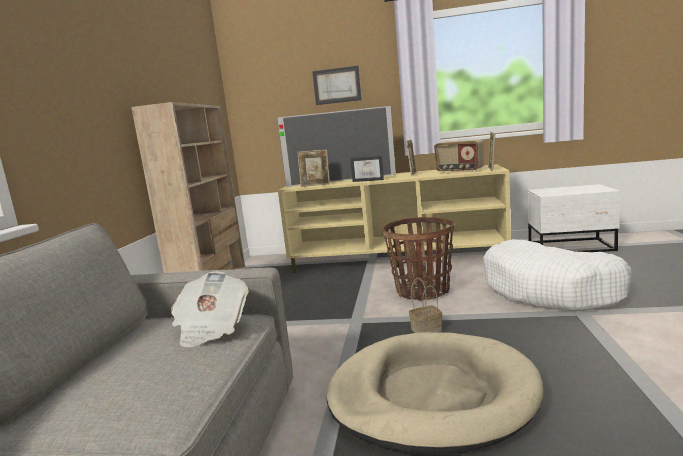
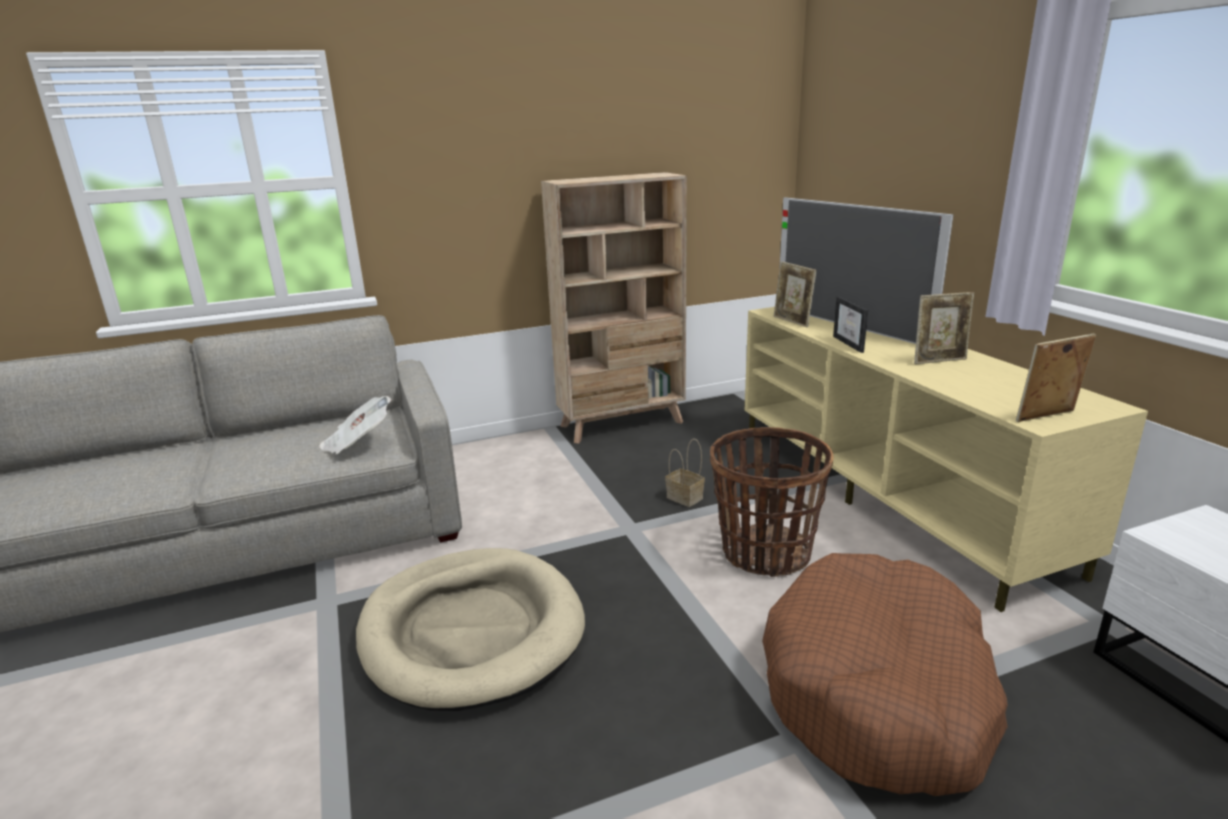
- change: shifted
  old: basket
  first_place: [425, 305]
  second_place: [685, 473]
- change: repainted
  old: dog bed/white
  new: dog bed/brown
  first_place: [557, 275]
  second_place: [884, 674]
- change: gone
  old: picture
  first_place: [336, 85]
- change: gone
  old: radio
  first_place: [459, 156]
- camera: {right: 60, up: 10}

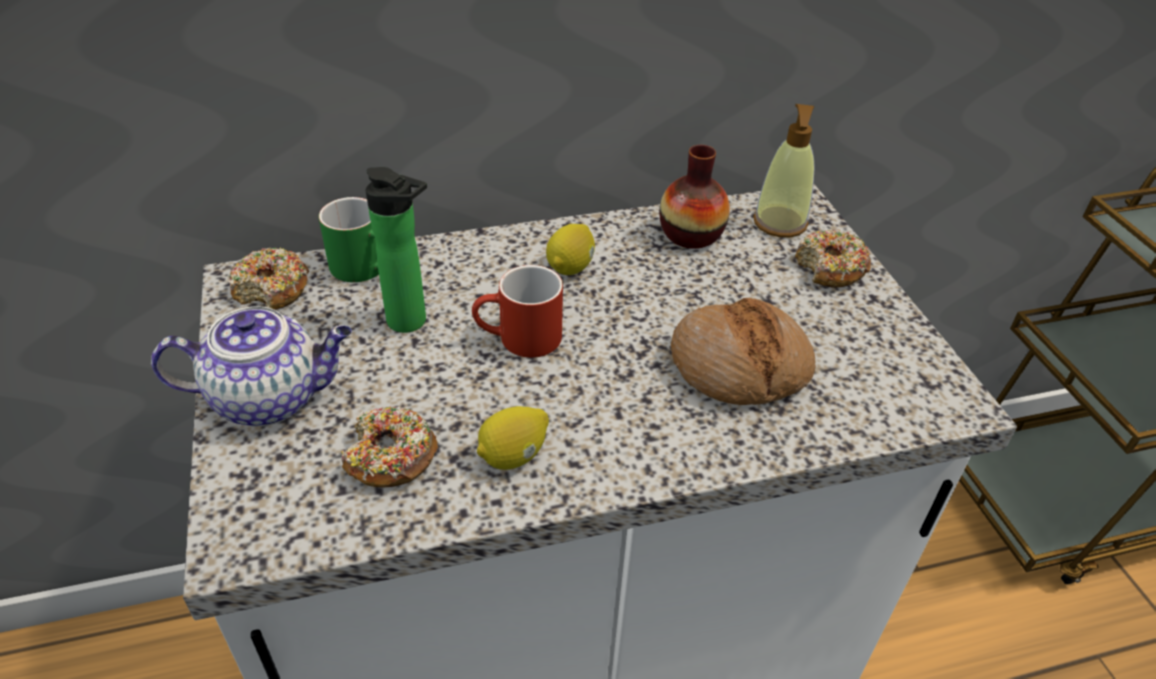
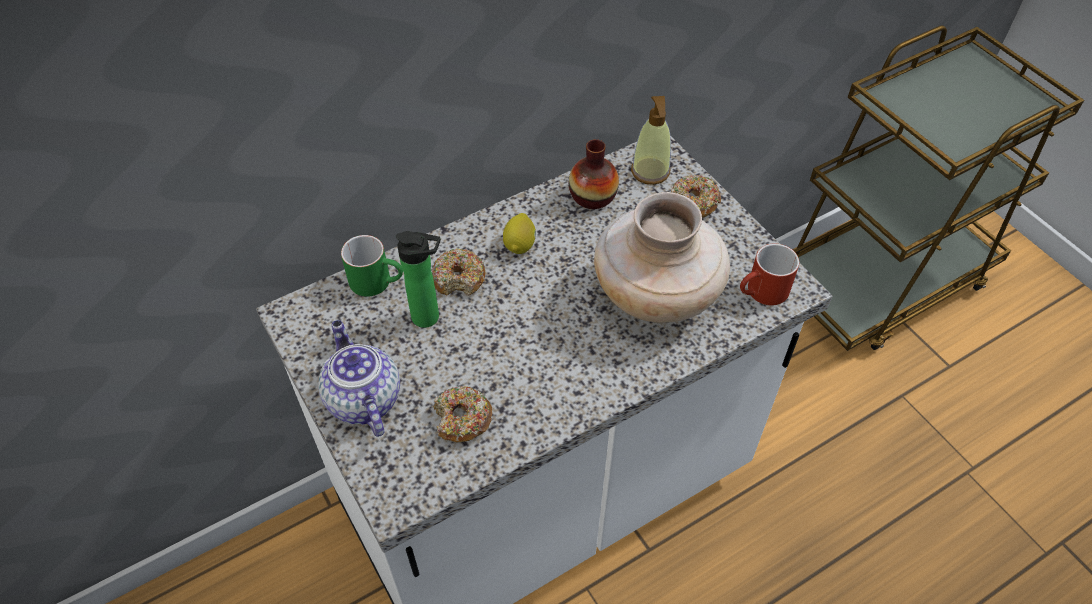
- change: rotated
  old: teapot
  first_place: [251, 366]
  second_place: [359, 378]
  degrees: -90
- change: shifted
  old: donut
  first_place: [269, 278]
  second_place: [459, 272]
- change: swapped
  old: bread
  new: vase/beige
  first_place: [743, 351]
  second_place: [662, 257]
- change: shifted
  old: mug/red
  first_place: [517, 311]
  second_place: [769, 275]
- change: gone
  old: lemon
  first_place: [513, 438]
- camera: {right: -15, up: 10}

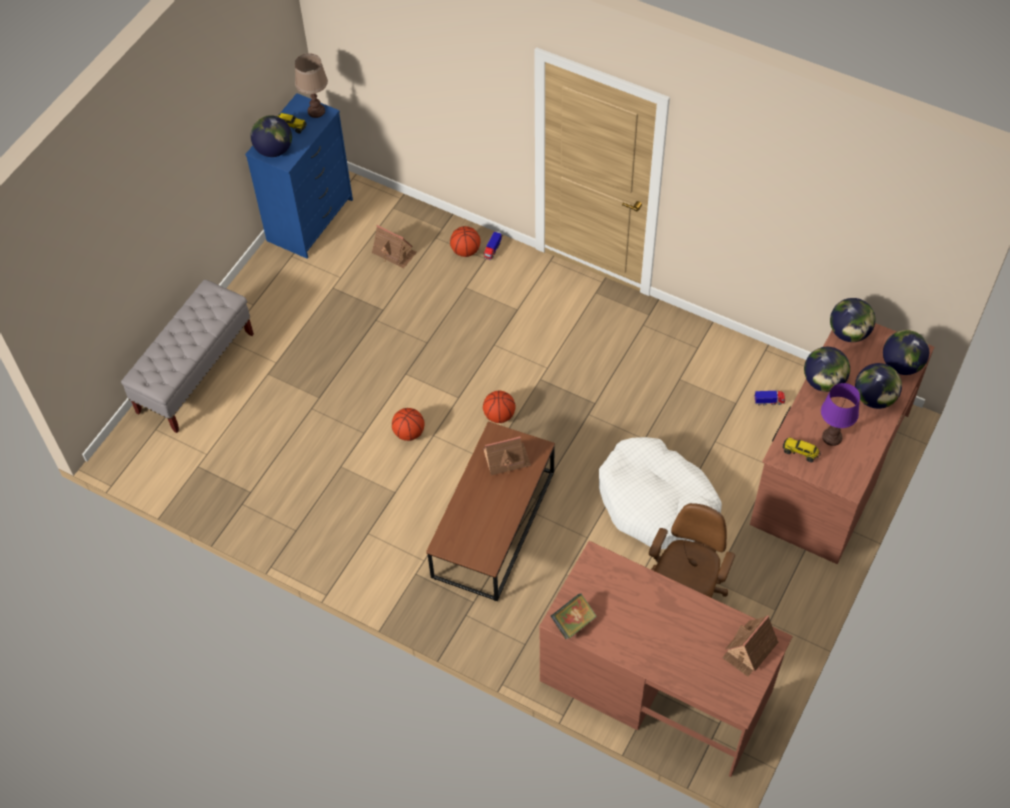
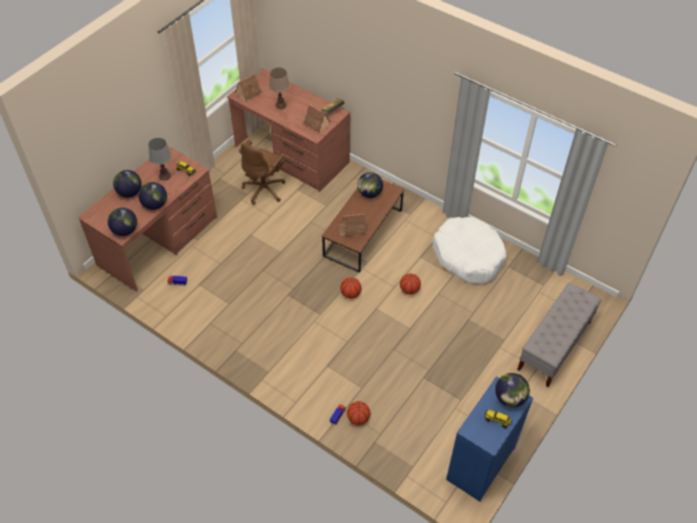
- change: repainted
  old: table lamp/purple
  new: table lamp/grey
  first_place: [840, 414]
  second_place: [159, 159]
- change: shifted
  old: table lamp/brown
  first_place: [311, 85]
  second_place: [279, 88]
- change: shifted
  old: toy house
  first_place: [394, 246]
  second_place: [316, 118]
- change: shifted
  old: globe
  first_place: [906, 352]
  second_place: [370, 185]
- change: shifted
  old: dog bed/white
  first_place: [660, 493]
  second_place: [470, 250]
- camera: {right: -175, up: -5}

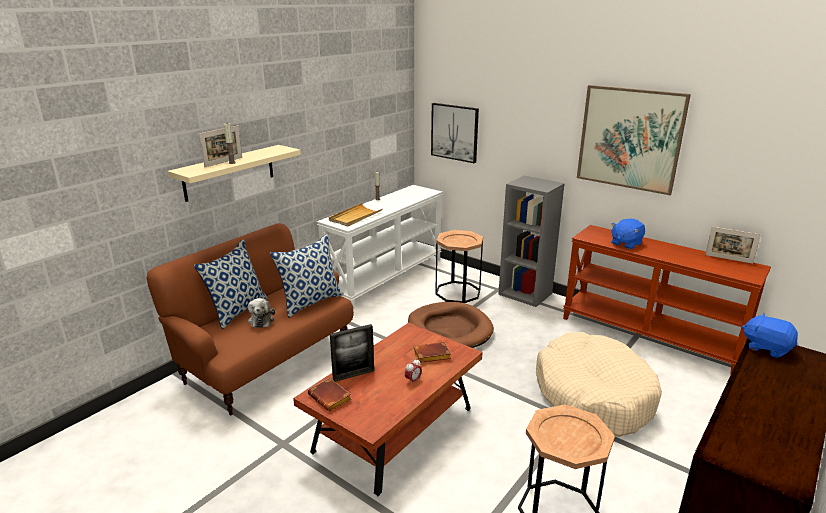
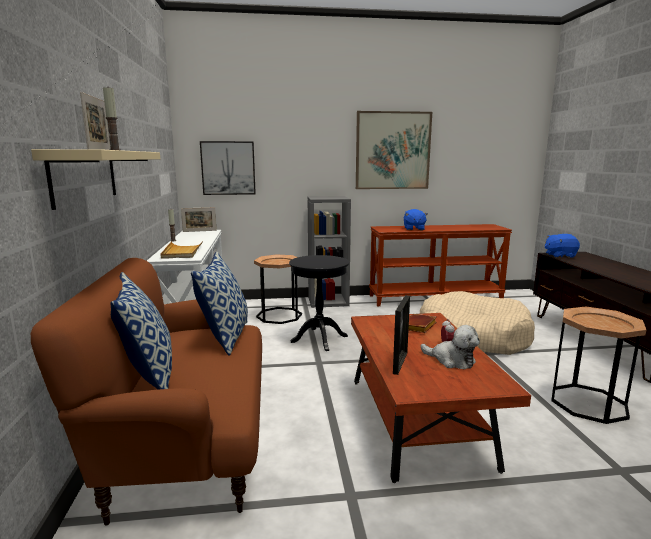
- change: shifted
  old: picture frame
  first_place: [733, 245]
  second_place: [199, 219]
- change: swapped
  old: dog bed/brown
  new: side table/black
  first_place: [451, 325]
  second_place: [319, 303]
- change: shifted
  old: plush toy
  first_place: [261, 313]
  second_place: [450, 347]
- change: gone
  old: book/brown
  first_place: [329, 395]
- camera: {right: -45, up: -10}

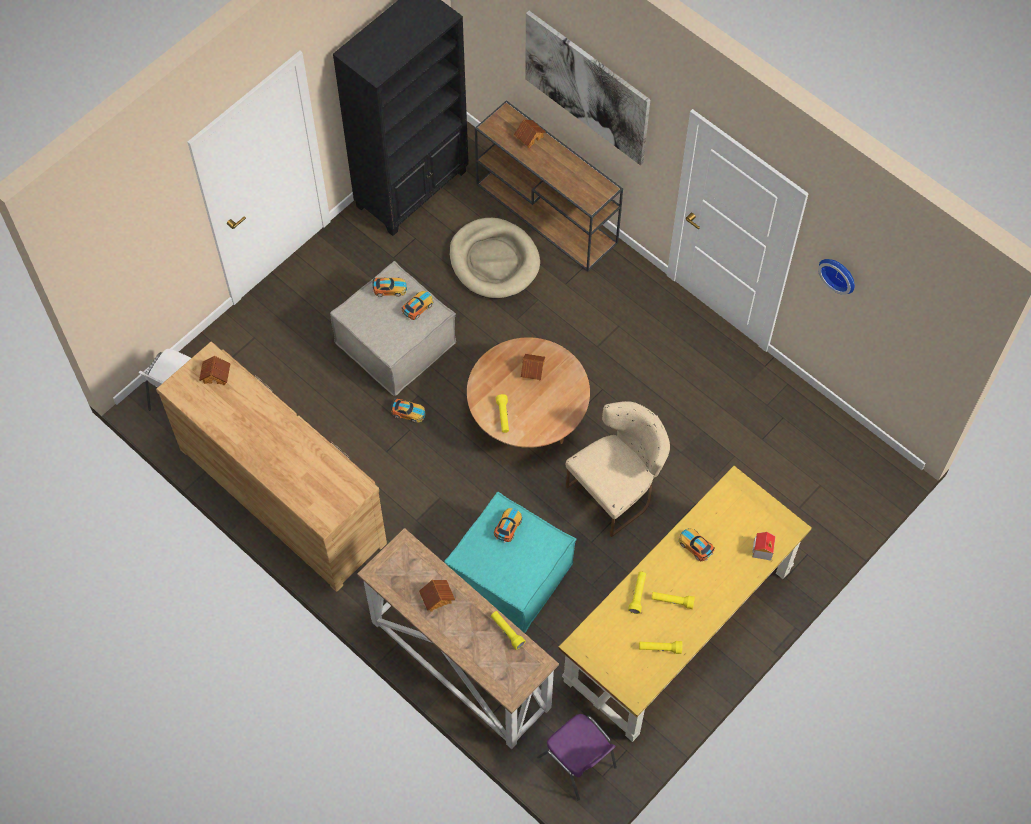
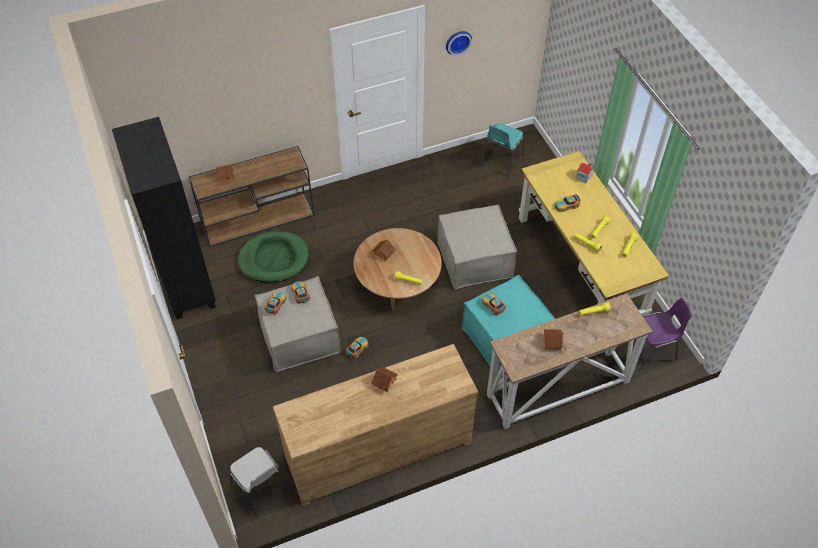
- change: repainted
  old: dog bed/beige
  new: dog bed/green
  first_place: [494, 258]
  second_place: [273, 257]
- change: shifted
  old: toy house
  first_place: [214, 370]
  second_place: [384, 379]
- change: swapped
  old: chair/beige
  new: ottoman/beige
  first_place: [618, 469]
  second_place: [477, 247]
- change: new
  new: chair/turquoise
  second_place: [502, 150]
- change: gone
  old: picture
  first_place: [587, 88]
- camera: {right: -65, up: -10}

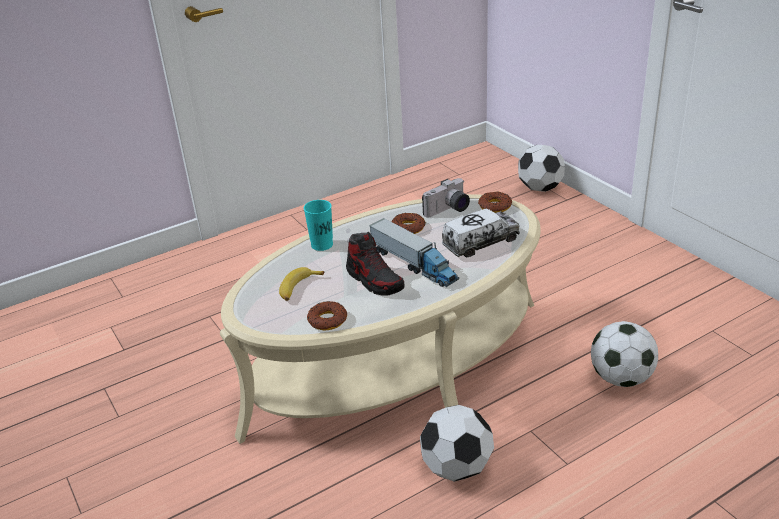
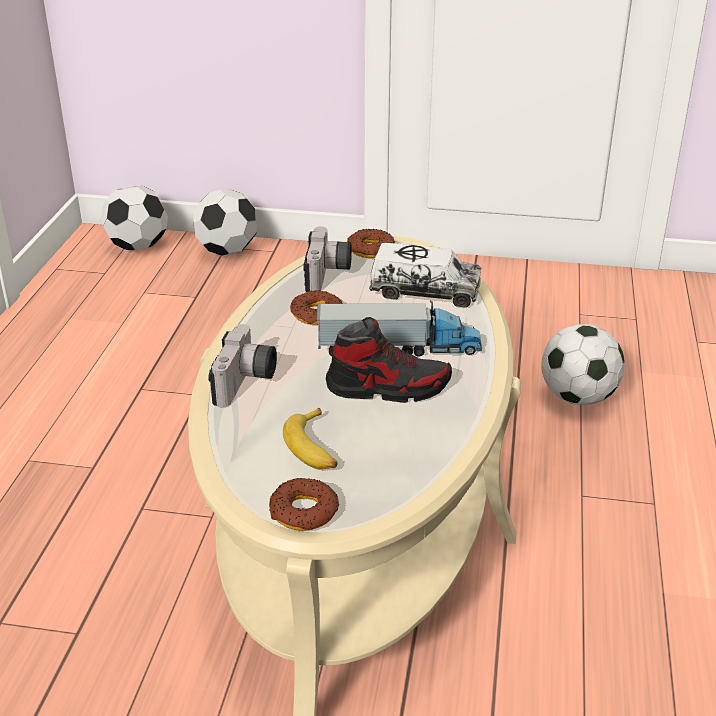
- change: shifted
  old: football
  first_place: [457, 443]
  second_place: [134, 218]
- change: swapped
  old: cup/turquoise
  new: photo camera
  first_place: [318, 225]
  second_place: [242, 365]
- change: shifted
  old: donut
  first_place: [327, 315]
  second_place: [304, 504]
- change: rotated
  old: toy truck
  first_place: [481, 233]
  second_place: [425, 275]
  degrees: 90
- camera: {right: -50, up: 0}

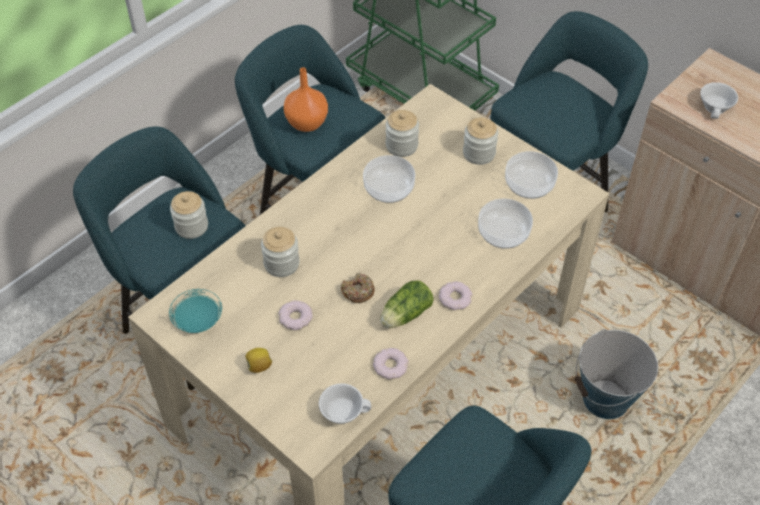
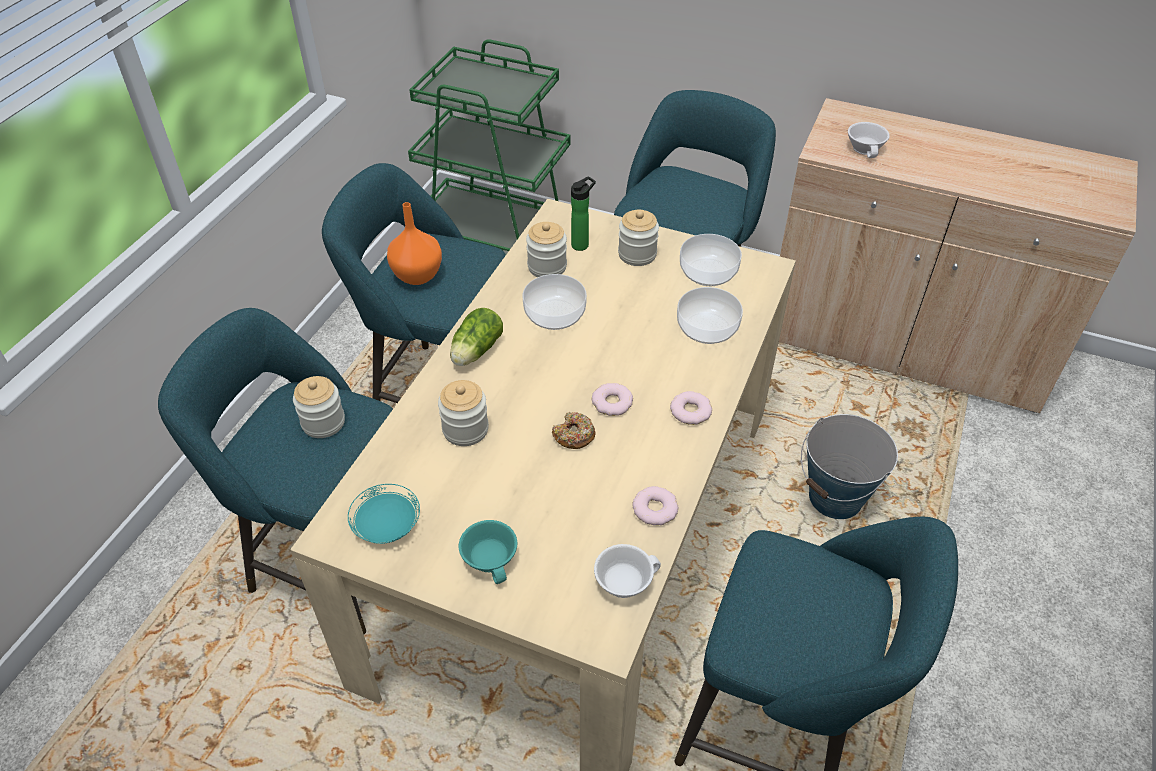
- change: shifted
  old: lettuce
  first_place: [407, 304]
  second_place: [476, 337]
- change: swapped
  old: lemon
  new: cup/turquoise
  first_place: [259, 360]
  second_place: [488, 552]
- change: new
  new: bottle
  second_place: [583, 213]
- change: shifted
  old: donut
  first_place: [295, 315]
  second_place: [612, 399]
- camera: {right: -20, up: -5}

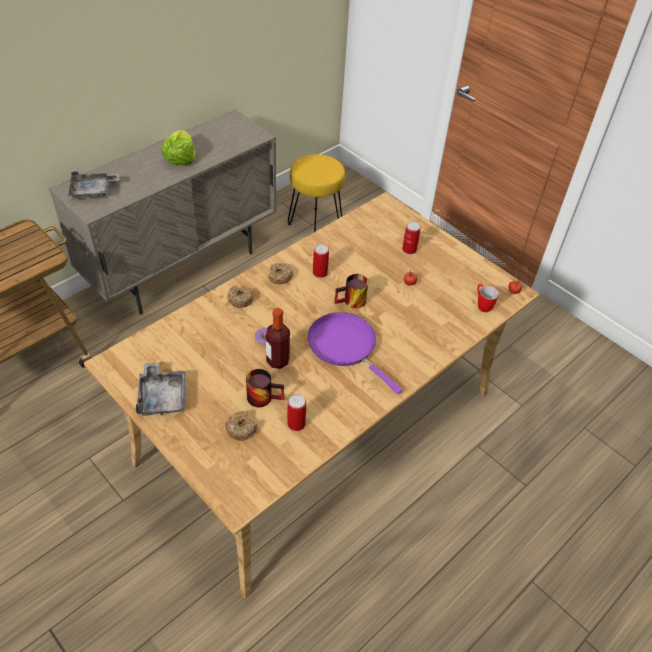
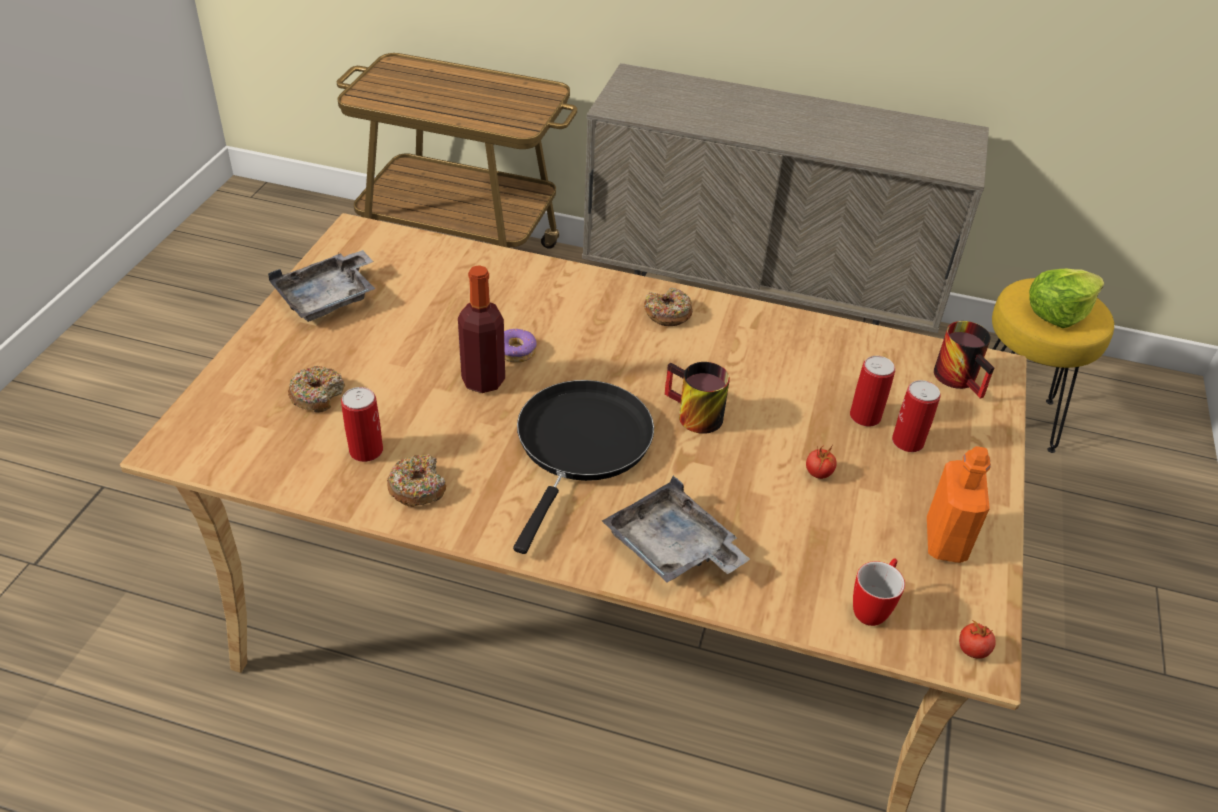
- change: shifted
  old: donut
  first_place: [240, 296]
  second_place: [416, 481]
- change: repainted
  old: frying pan/purple
  new: frying pan/black
  first_place: [355, 353]
  second_place: [583, 467]
- change: shifted
  old: tray/grey
  first_place: [94, 185]
  second_place: [676, 529]
- change: shifted
  old: can
  first_place: [321, 261]
  second_place: [872, 391]
- change: new
  new: bottle/orange
  second_place: [959, 504]
- change: shifted
  old: mug
  first_place: [265, 388]
  second_place: [964, 360]
- change: shifted
  old: lettuce
  first_place: [178, 147]
  second_place: [1066, 298]
- camera: {right: 60, up: -5}

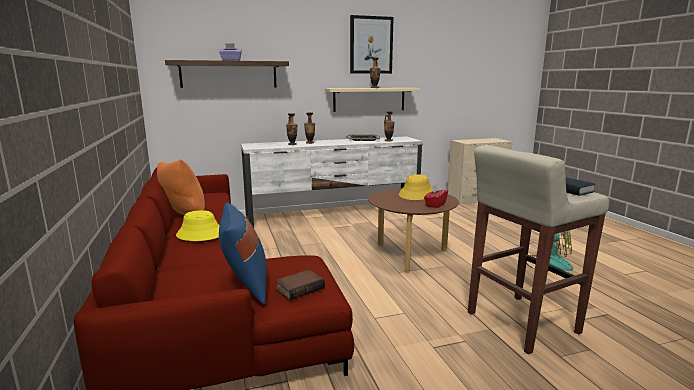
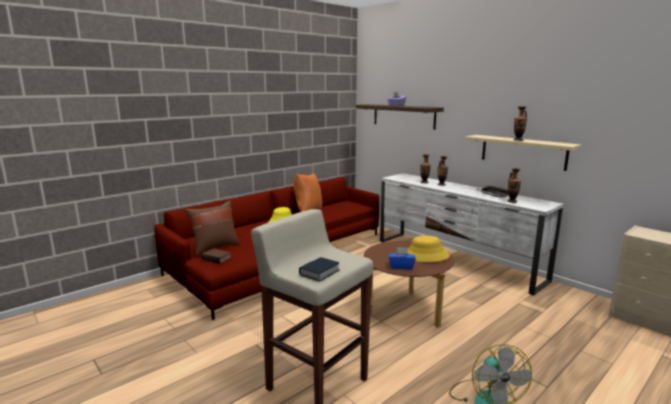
- change: repainted
  old: pillow/blue
  new: pillow/brown
  first_place: [243, 253]
  second_place: [212, 228]
- change: repainted
  old: tissue box/red
  new: tissue box/blue
  first_place: [436, 196]
  second_place: [402, 258]
- change: gone
  old: picture
  first_place: [372, 44]
- camera: {right: 65, up: 0}

